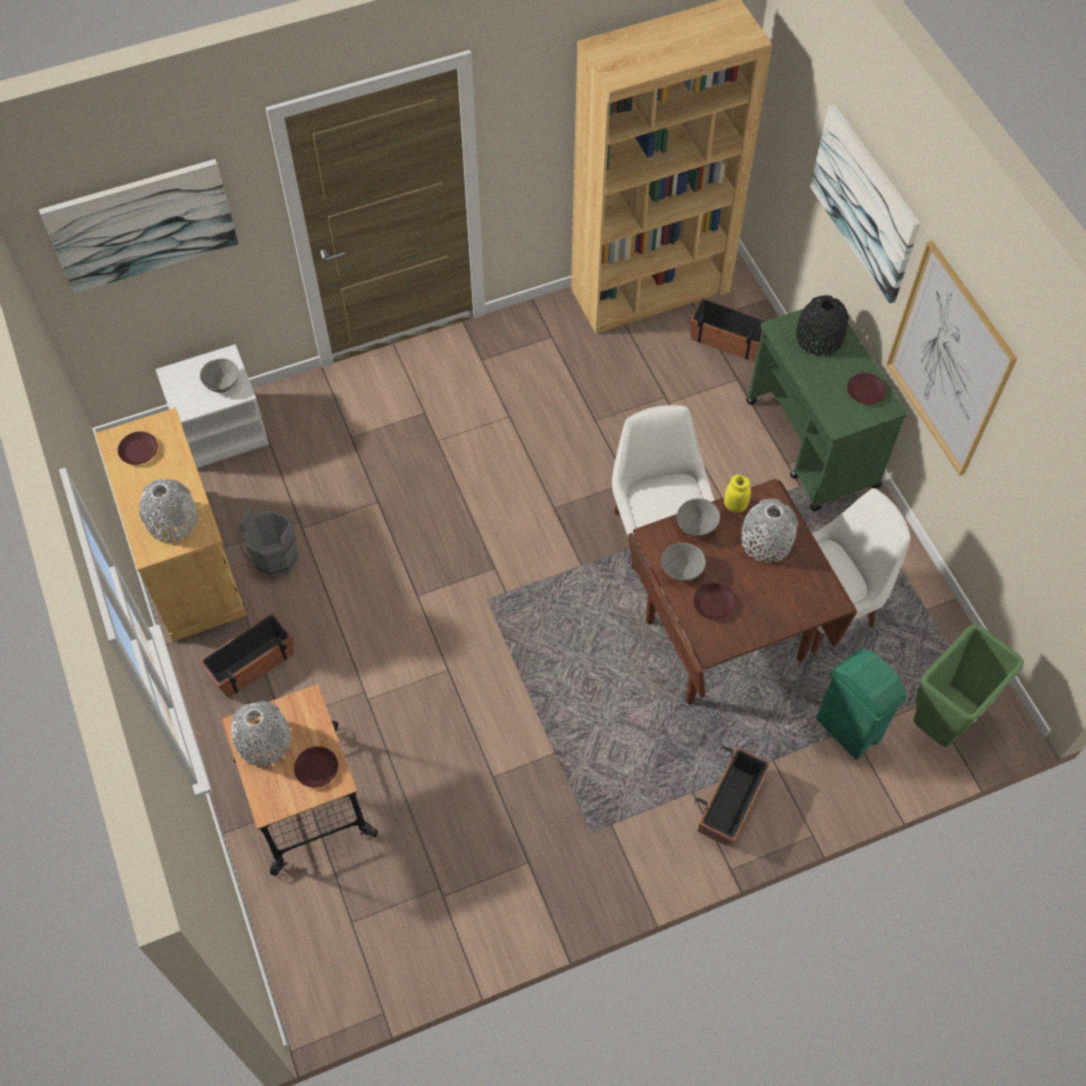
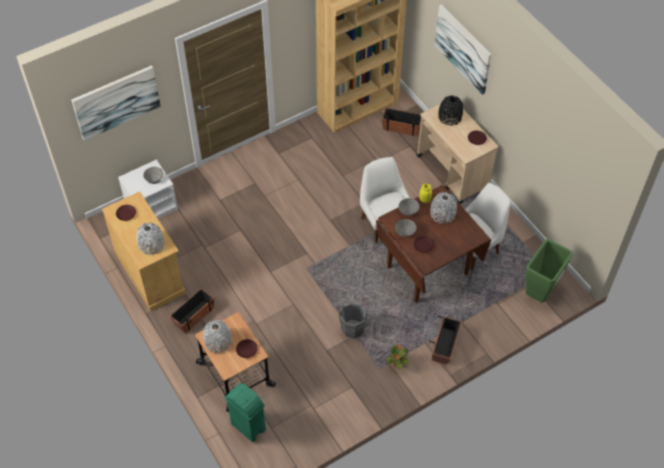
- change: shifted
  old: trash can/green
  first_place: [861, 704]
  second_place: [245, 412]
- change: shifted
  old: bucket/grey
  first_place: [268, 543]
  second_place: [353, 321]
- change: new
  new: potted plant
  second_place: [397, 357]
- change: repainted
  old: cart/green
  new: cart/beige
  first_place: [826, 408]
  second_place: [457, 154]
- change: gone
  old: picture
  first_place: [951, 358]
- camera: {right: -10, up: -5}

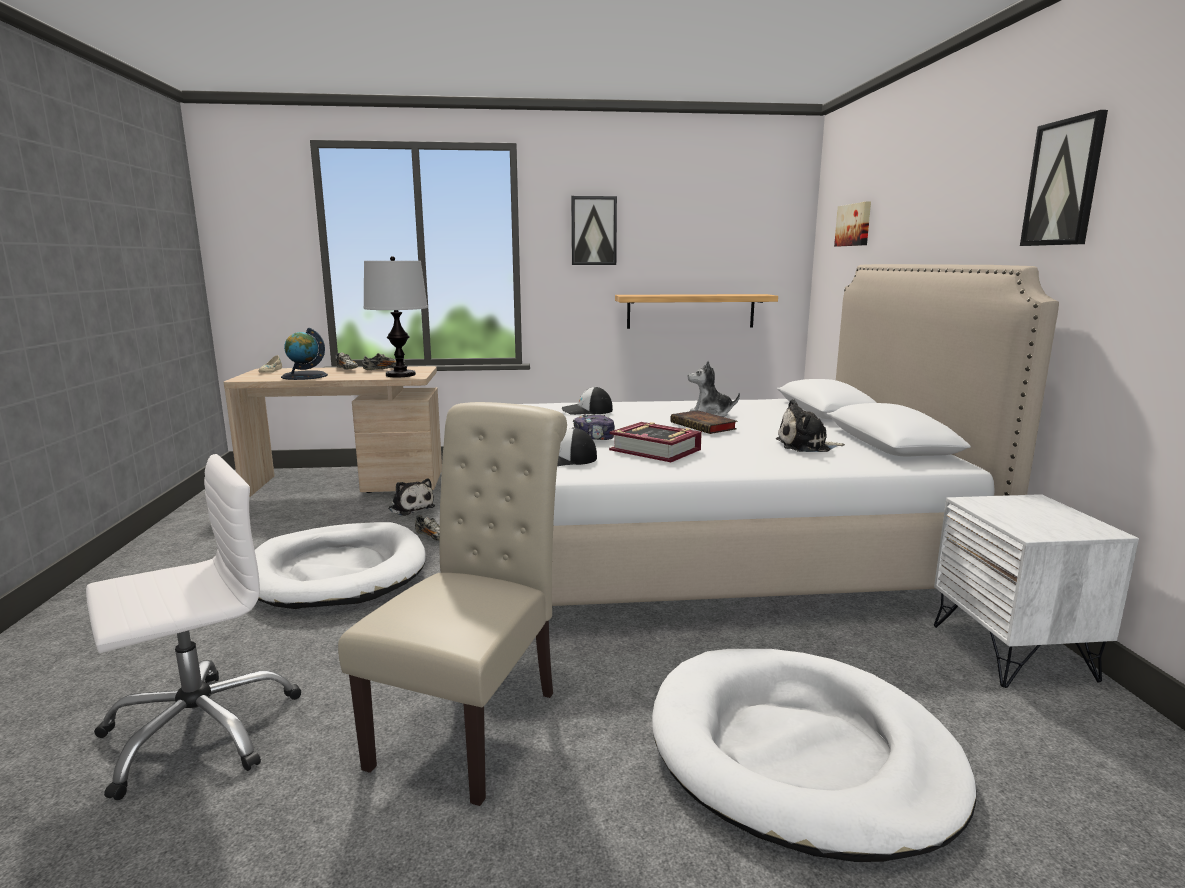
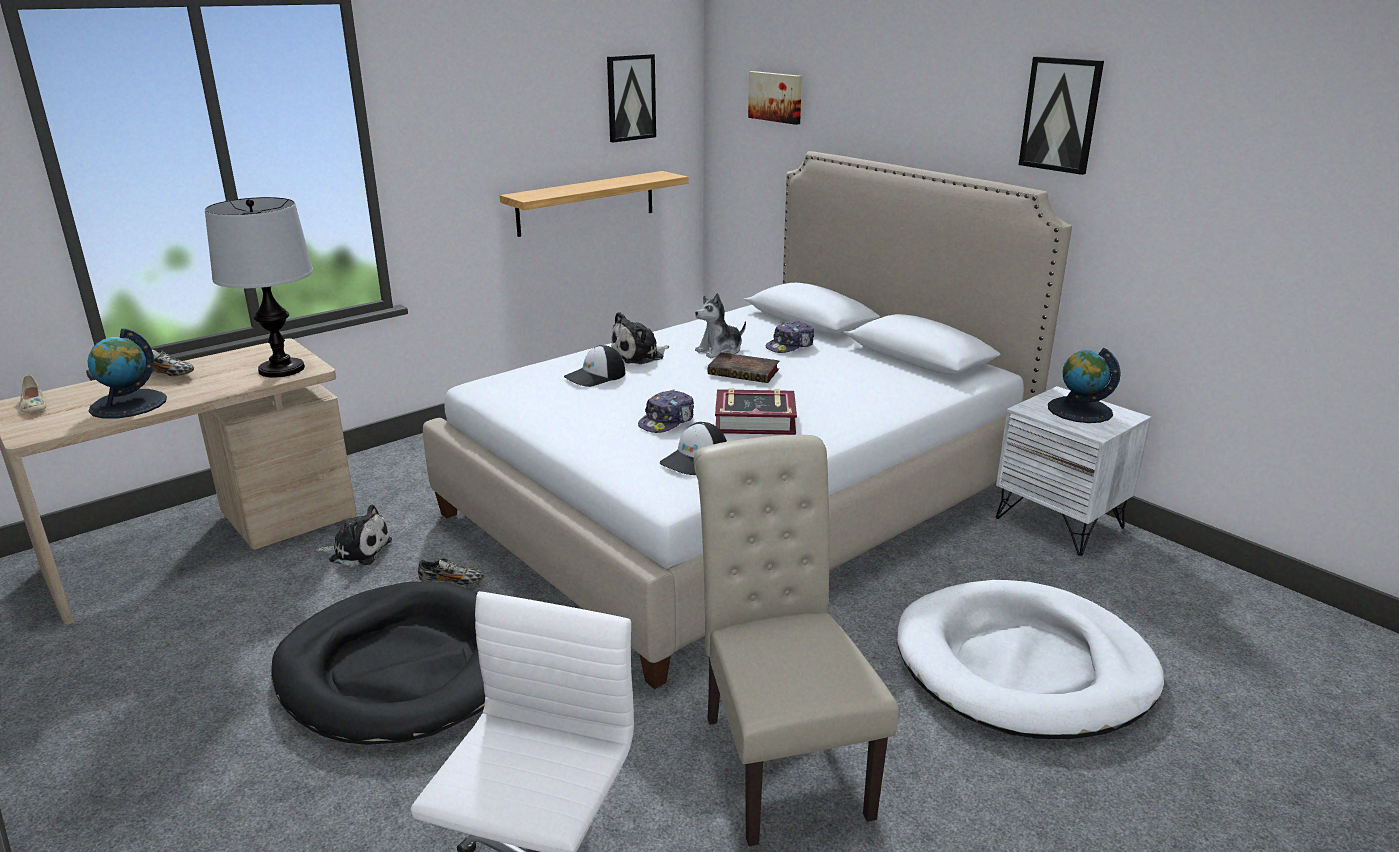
- change: repainted
  old: dog bed/white
  new: dog bed/black
  first_place: [340, 565]
  second_place: [378, 663]
- change: shifted
  old: picture
  first_place: [594, 230]
  second_place: [631, 98]
- change: shifted
  old: plush toy
  first_place: [810, 425]
  second_place: [640, 338]
- change: new
  new: cap
  second_place: [790, 337]
- change: new
  new: globe
  second_place: [1084, 385]
- change: gone
  old: shoe
  first_place: [384, 361]
- camera: {right: -35, up: 10}

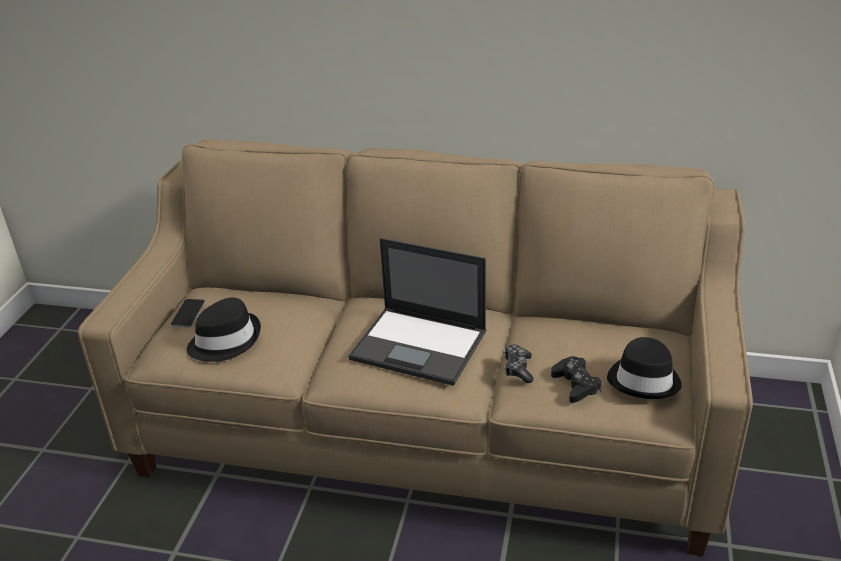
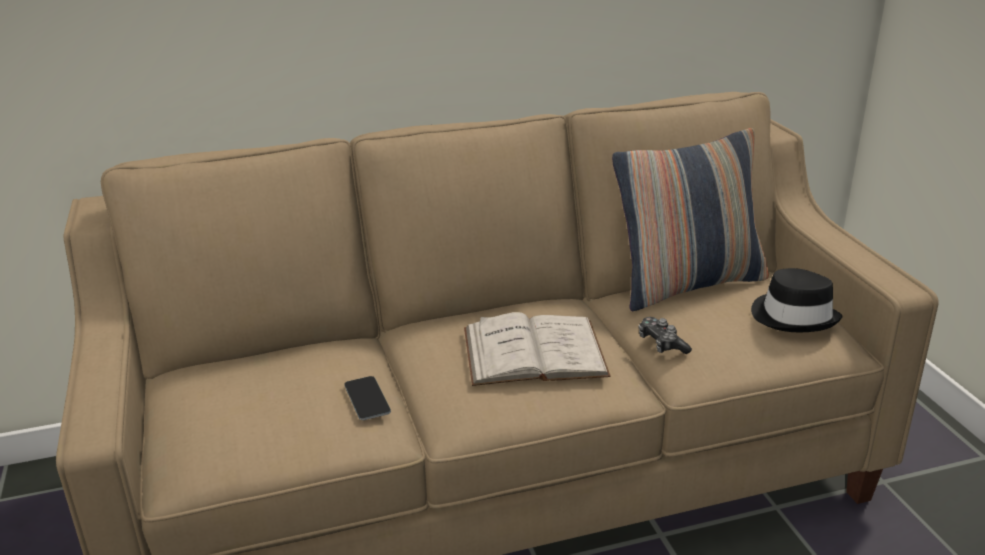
- change: shifted
  old: phone
  first_place: [188, 313]
  second_place: [367, 398]
- change: swapped
  old: laptop
  new: book/white
  first_place: [417, 312]
  second_place: [537, 349]
- change: new
  new: pillow
  second_place: [690, 219]
- change: gone
  old: hat/black
  first_place: [224, 329]
- change: gone
  old: game controller/black
  first_place: [576, 379]
- camera: {right: -30, up: -5}

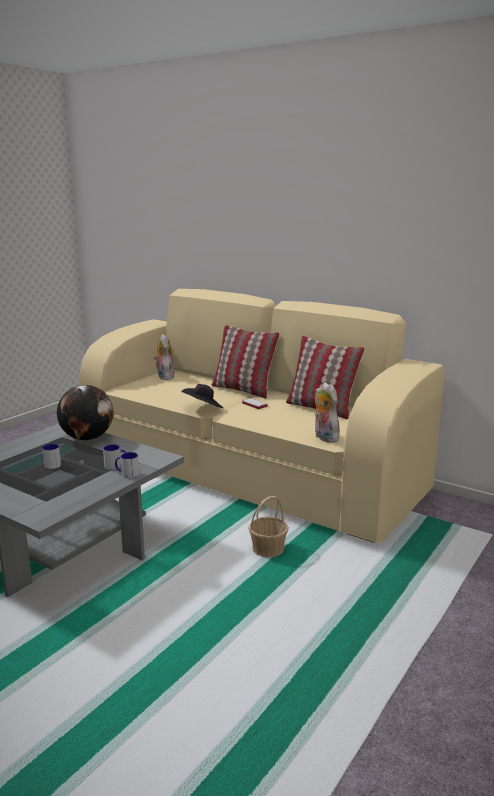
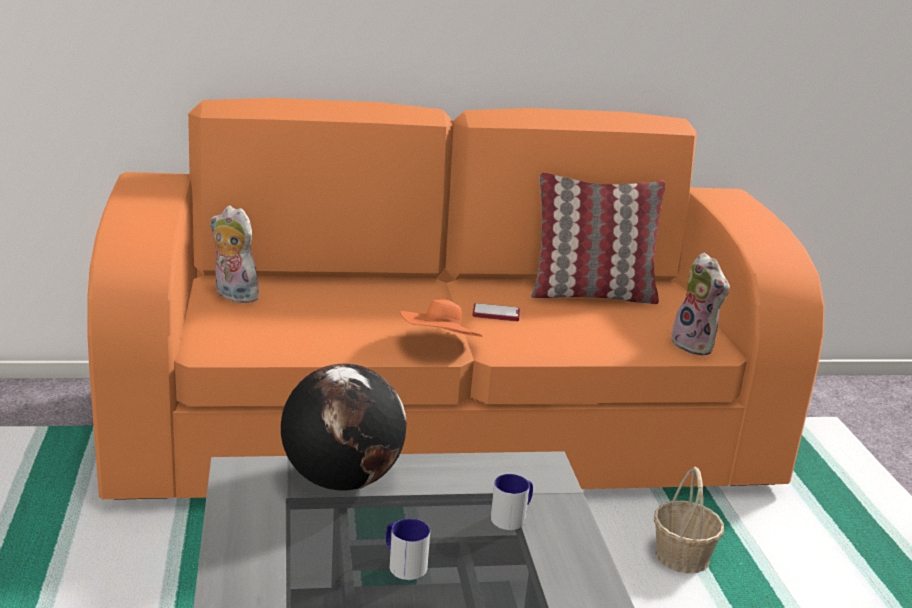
- change: repainted
  old: sofa/beige
  new: sofa/orange
  first_place: [261, 416]
  second_place: [455, 299]
- change: repainted
  old: hat/black
  new: hat/orange
  first_place: [202, 396]
  second_place: [441, 318]
- change: rotated
  old: plush toy
  first_place: [327, 412]
  second_place: [700, 304]
  degrees: -135
- change: gone
  old: mug
  first_place: [127, 465]
- change: gone
  old: pillow
  first_place: [245, 362]
- camera: {right: -45, up: 5}

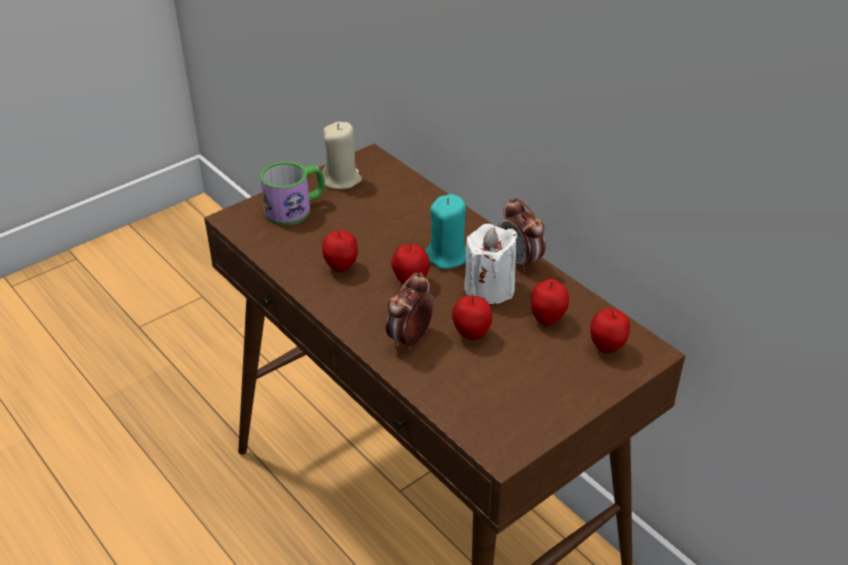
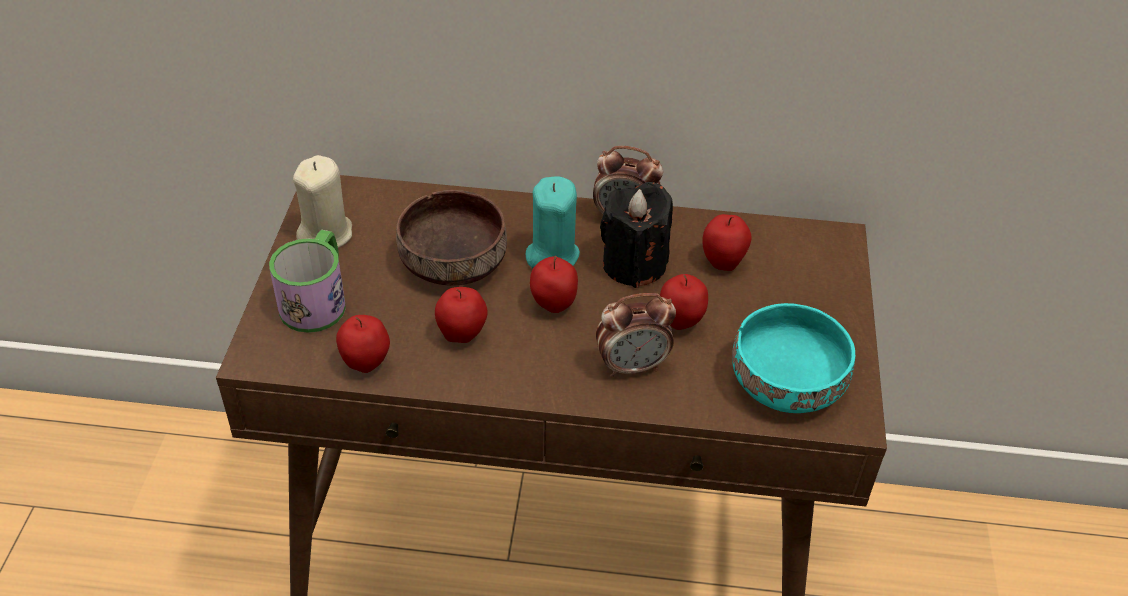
- change: shifted
  old: apple
  first_place: [610, 330]
  second_place: [363, 344]
- change: new
  new: bowl/brown
  second_place: [451, 238]
- change: rotated
  old: alarm clock
  first_place: [410, 311]
  second_place: [636, 335]
  degrees: -90
- change: repainted
  old: candle/white
  new: candle/black
  first_place: [490, 264]
  second_place: [636, 235]
- change: new
  new: bowl/turquoise
  second_place: [793, 358]
- camera: {right: -45, up: 5}

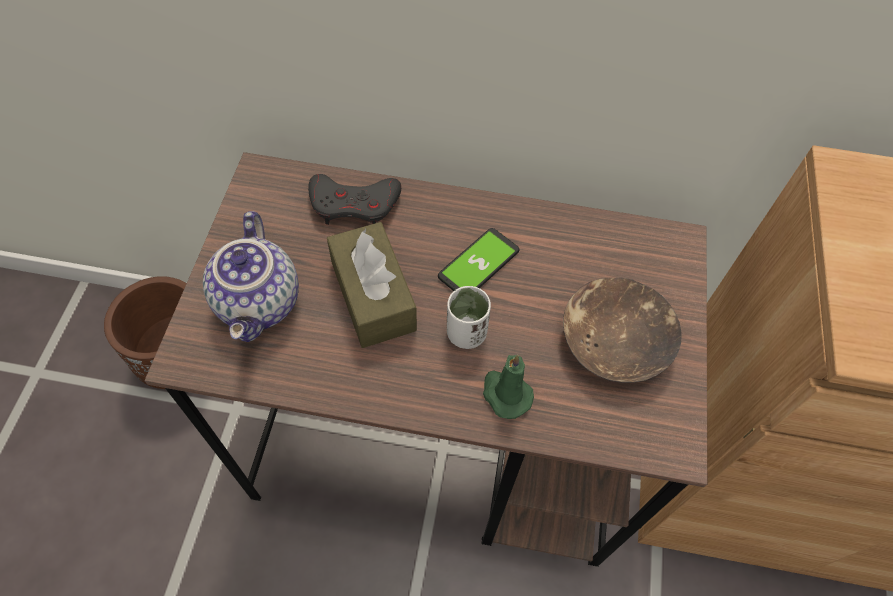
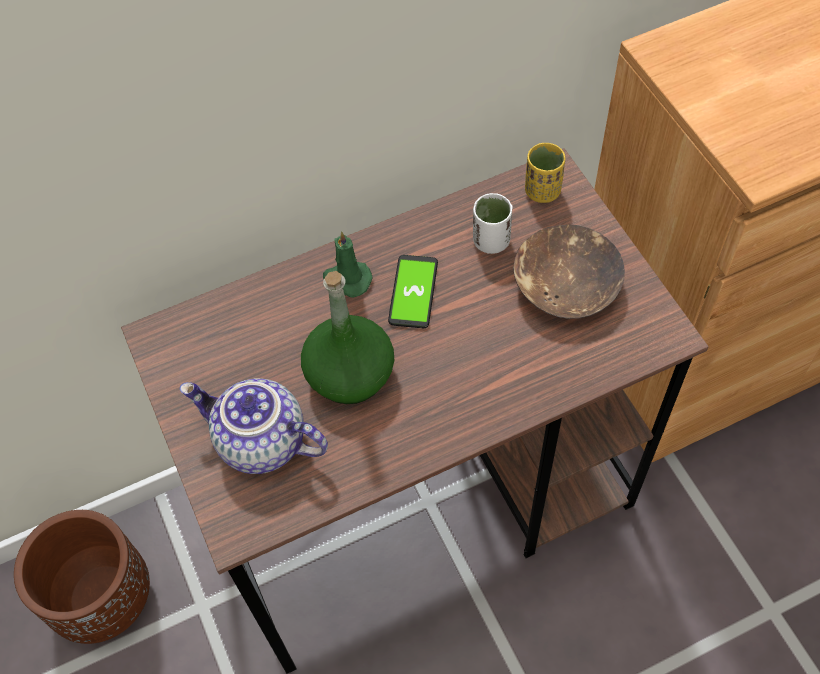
- change: rotated
  old: teapot
  first_place: [251, 276]
  second_place: [254, 426]
  degrees: 150
- change: swapped
  old: tissue box/brown
  new: bottle/green
  first_place: [372, 285]
  second_place: [347, 337]
- change: shifted
  old: candle/green
  first_place: [508, 386]
  second_place: [348, 264]
- change: shifted
  old: cup/white
  first_place: [469, 317]
  second_place: [493, 223]
- change: new
  new: cup/yellow
  second_place: [545, 173]
- change: gone
  old: game controller/grey
  first_place: [354, 199]
- camera: {right: -30, up: 0}

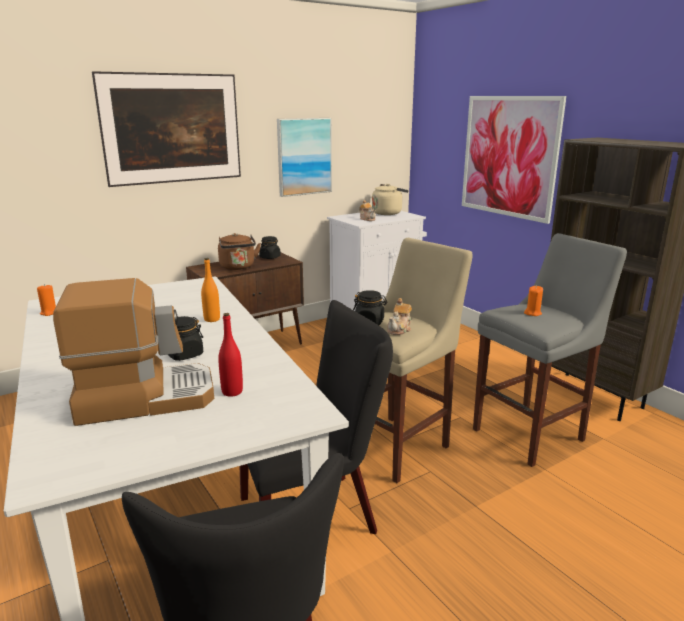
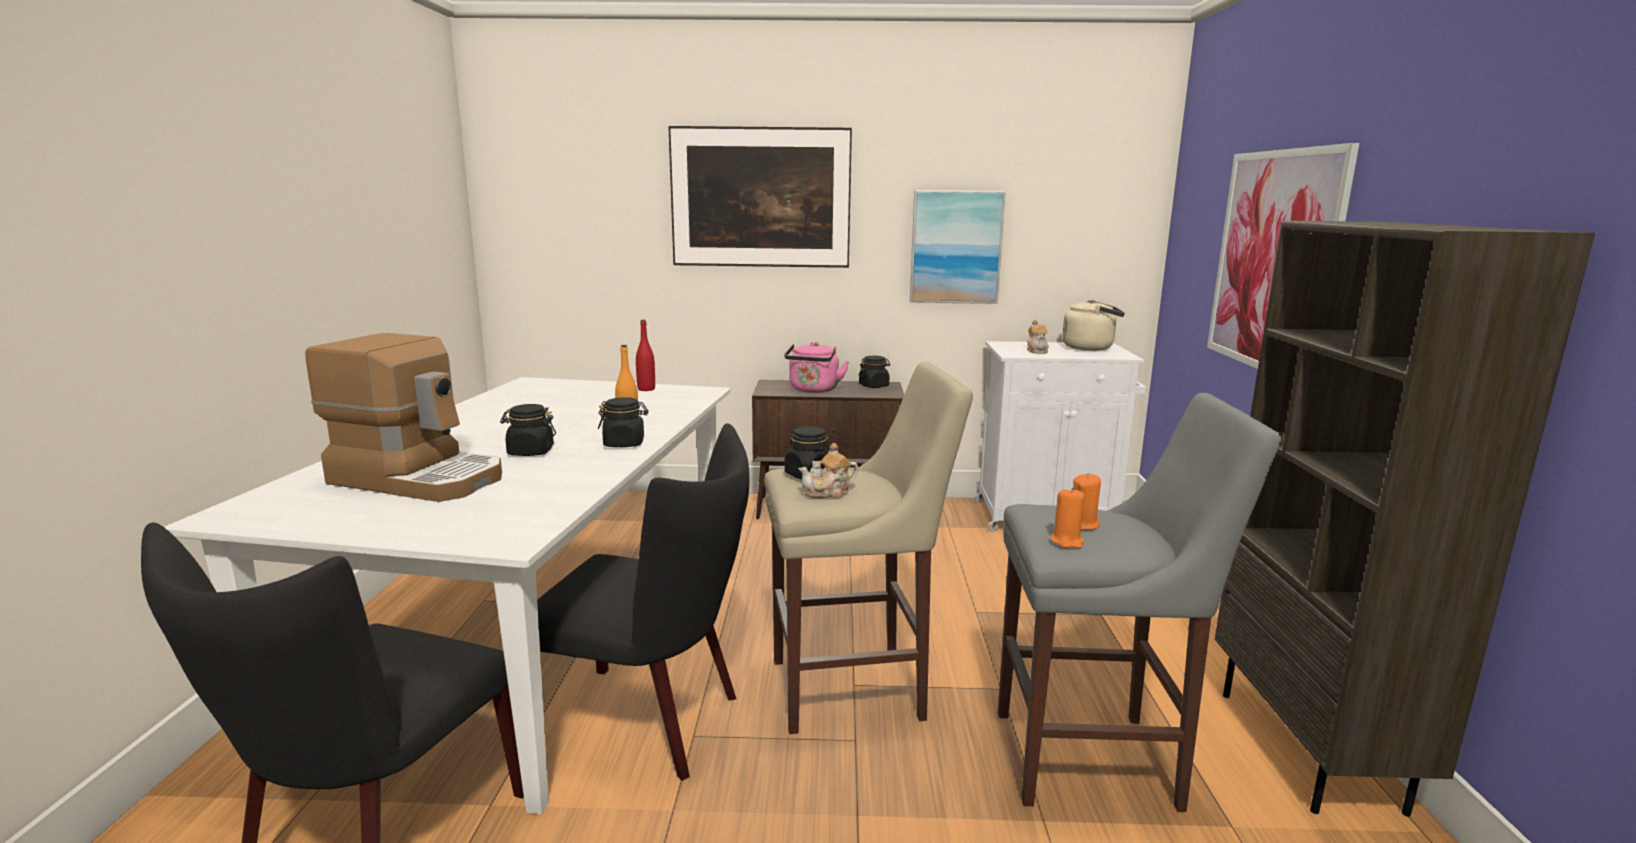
- change: new
  new: jar/black
  second_place: [623, 422]
- change: shifted
  old: bottle/red
  first_place: [230, 355]
  second_place: [645, 355]
- change: repainted
  old: kettle/brown
  new: kettle/pink
  first_place: [239, 251]
  second_place: [816, 367]
- change: shifted
  old: candle/orange
  first_place: [46, 300]
  second_place: [1067, 517]
- camera: {right: 35, up: -5}

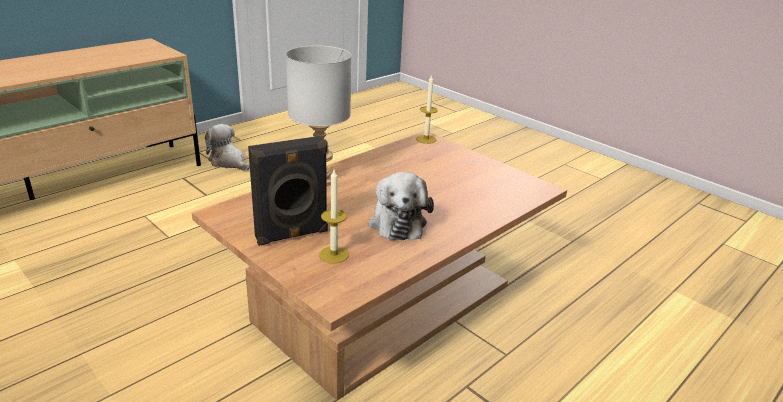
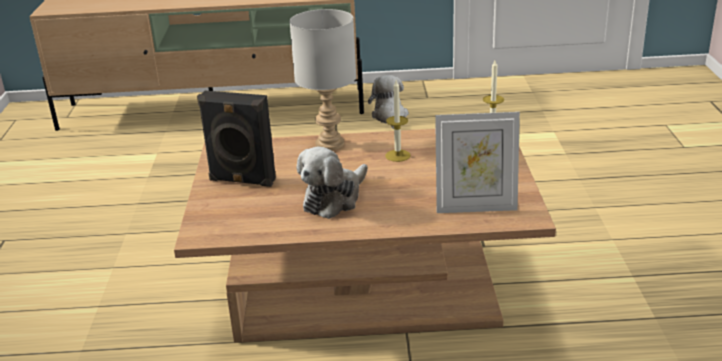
- change: shifted
  old: candle
  first_place: [334, 217]
  second_place: [398, 121]
- change: new
  new: picture frame
  second_place: [477, 162]
- camera: {right: 45, up: 0}

